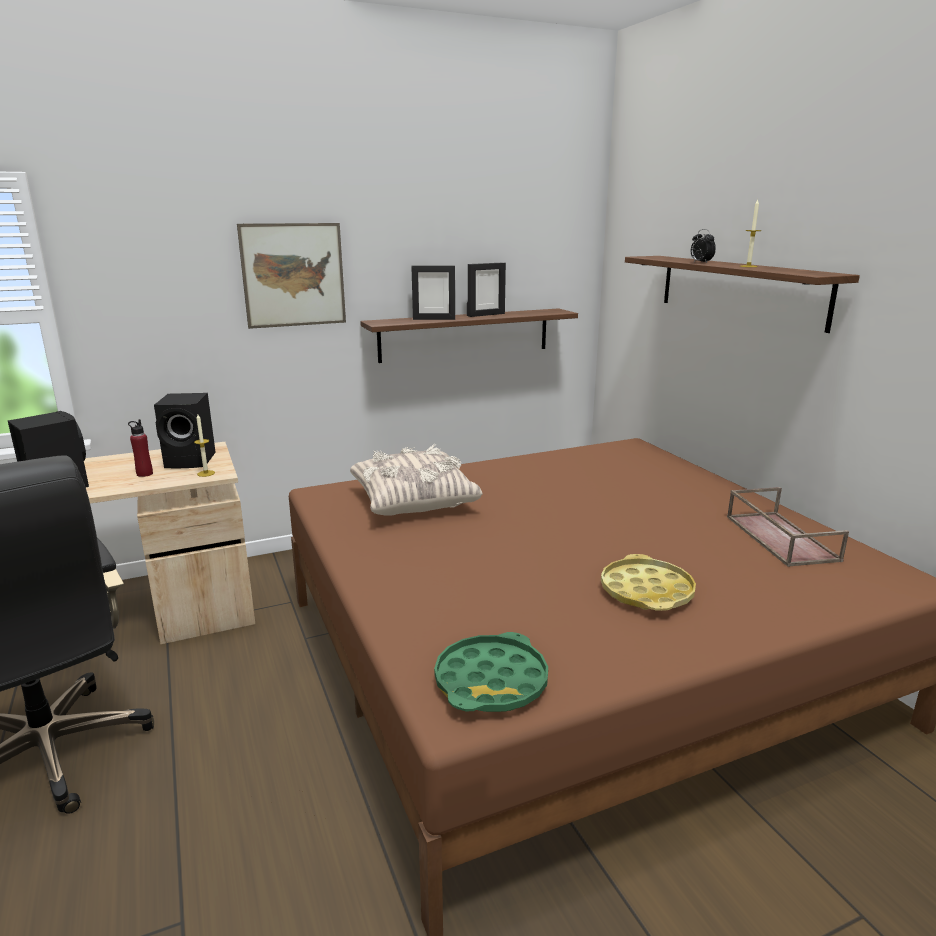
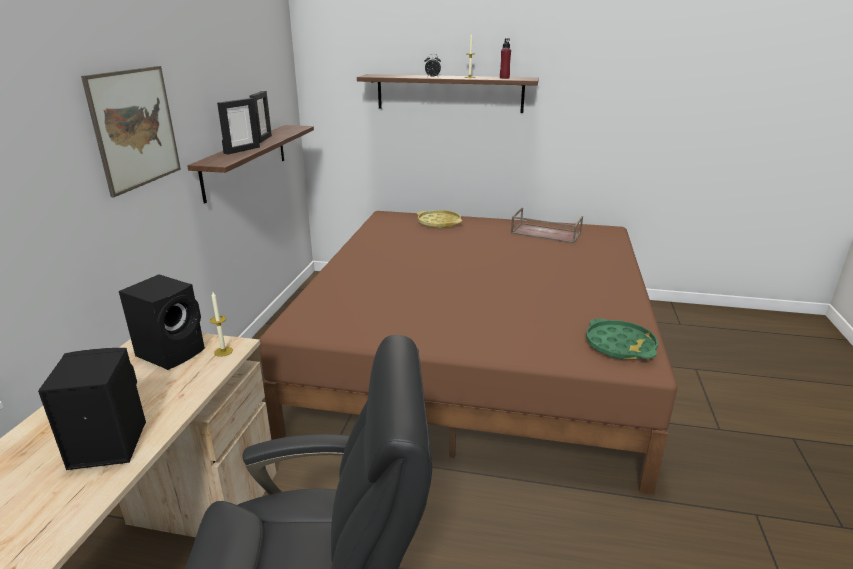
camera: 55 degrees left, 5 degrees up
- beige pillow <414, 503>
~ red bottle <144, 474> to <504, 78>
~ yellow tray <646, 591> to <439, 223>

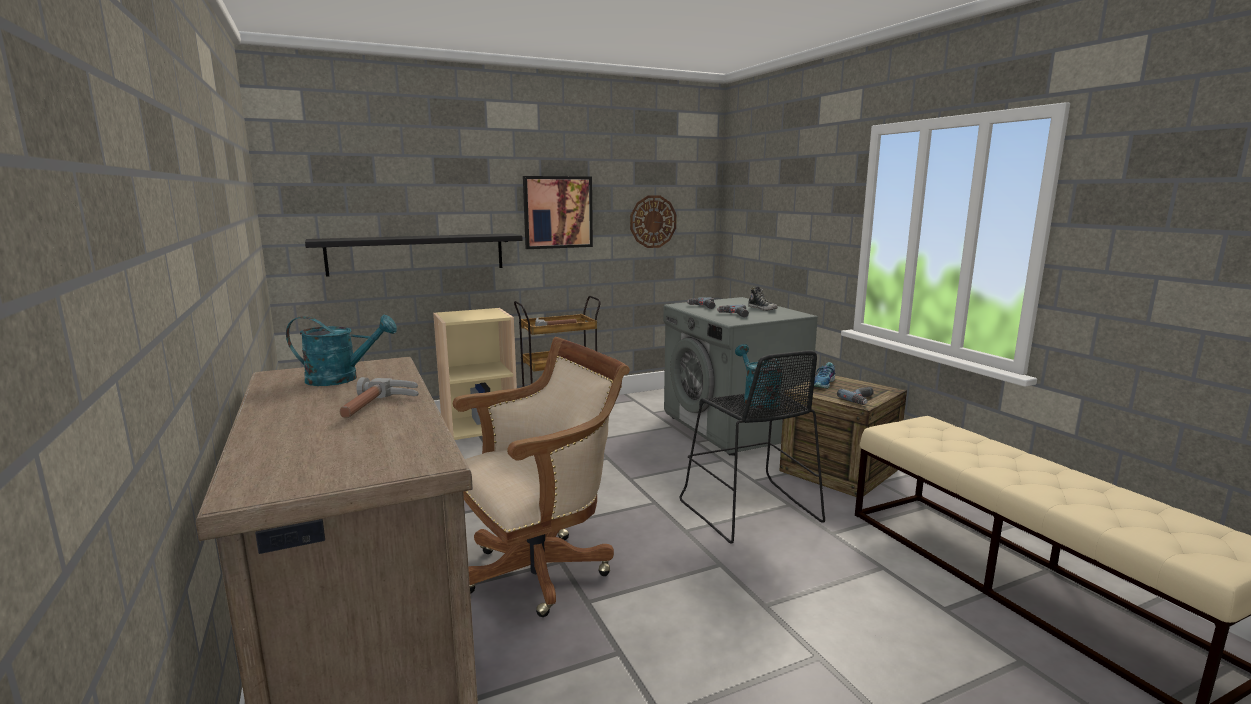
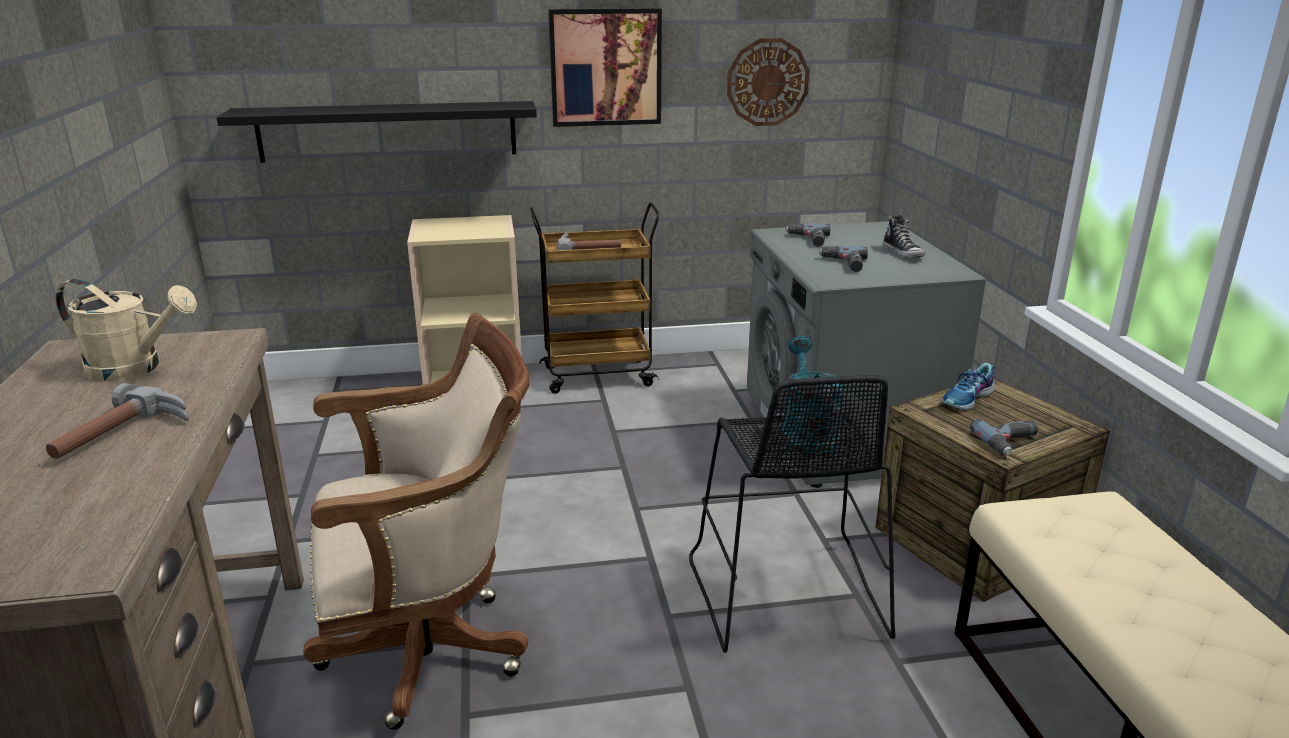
camera: 15 degrees right, 10 degrees up
~ turquoise watering can <342, 379> to beige watering can <135, 368>

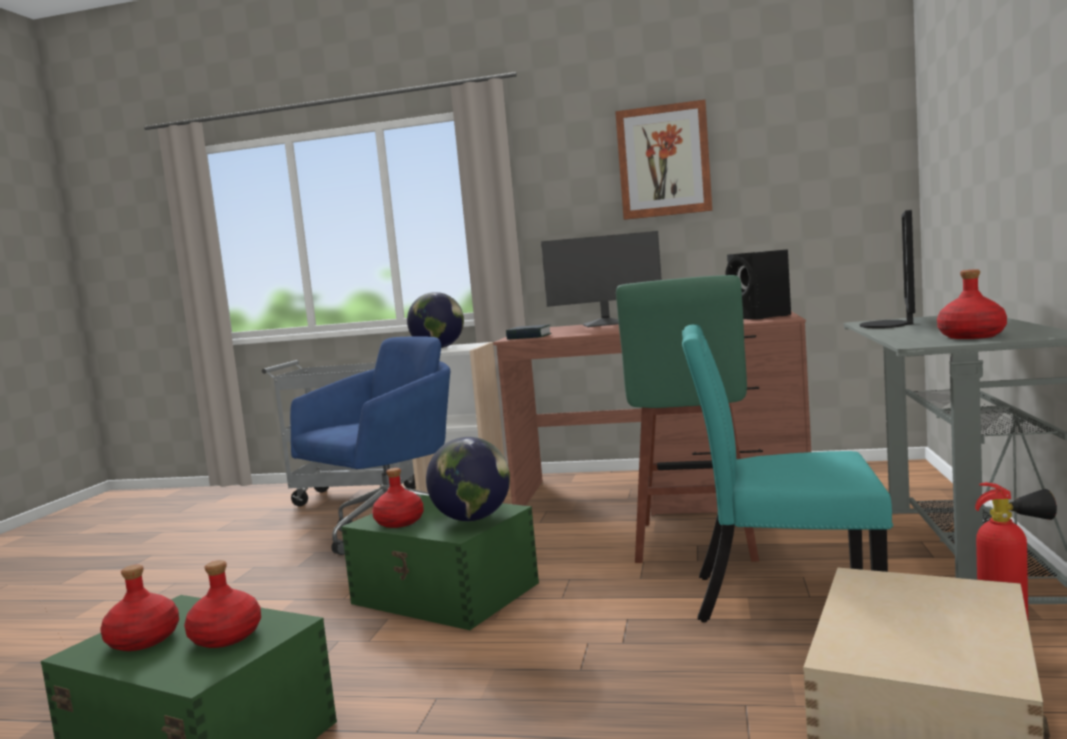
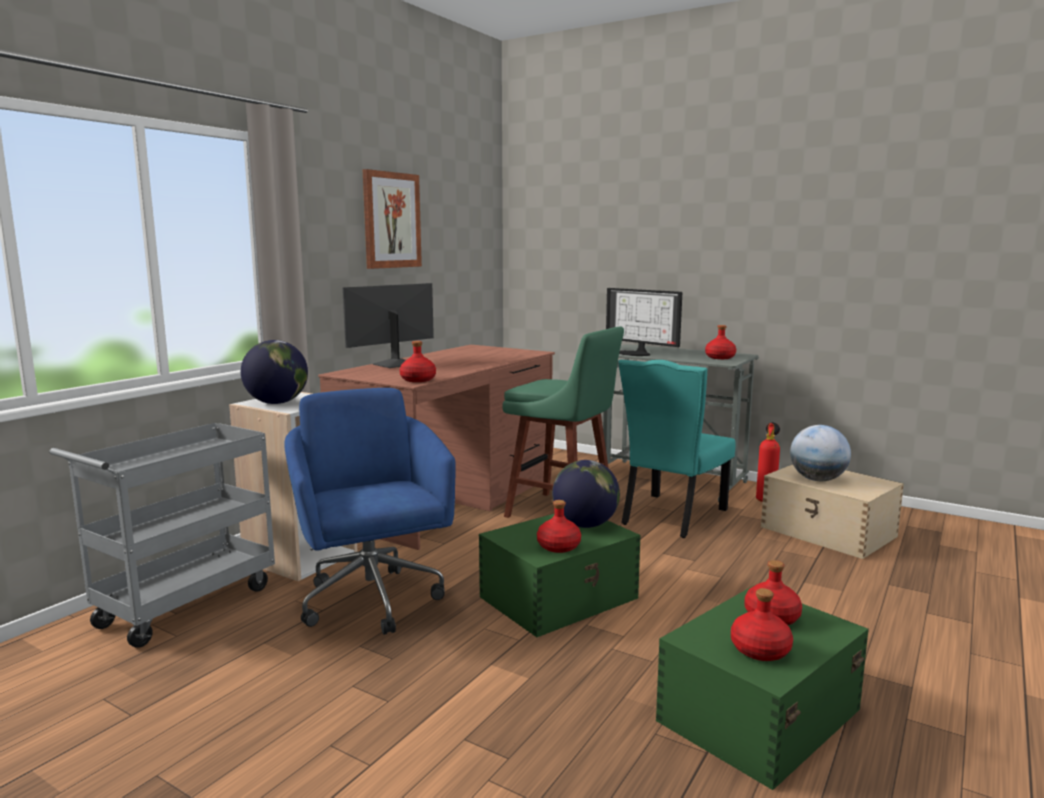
camera: 70 degrees left, 5 degrees up
- black speaker <761, 317>
+ globe <817, 480>
~ book <529, 337> to red bottle <418, 380>
~ monitor <605, 324> = <395, 364> 150 degrees counterclockwise

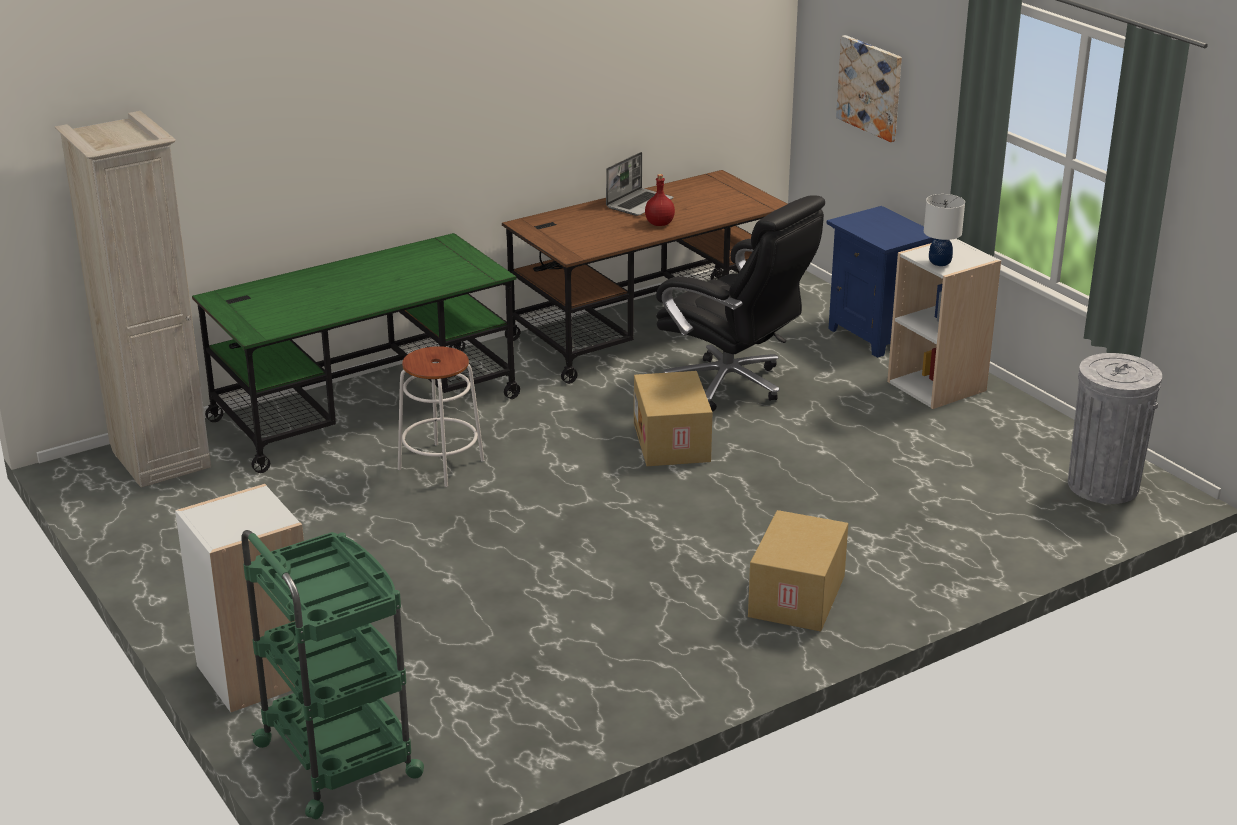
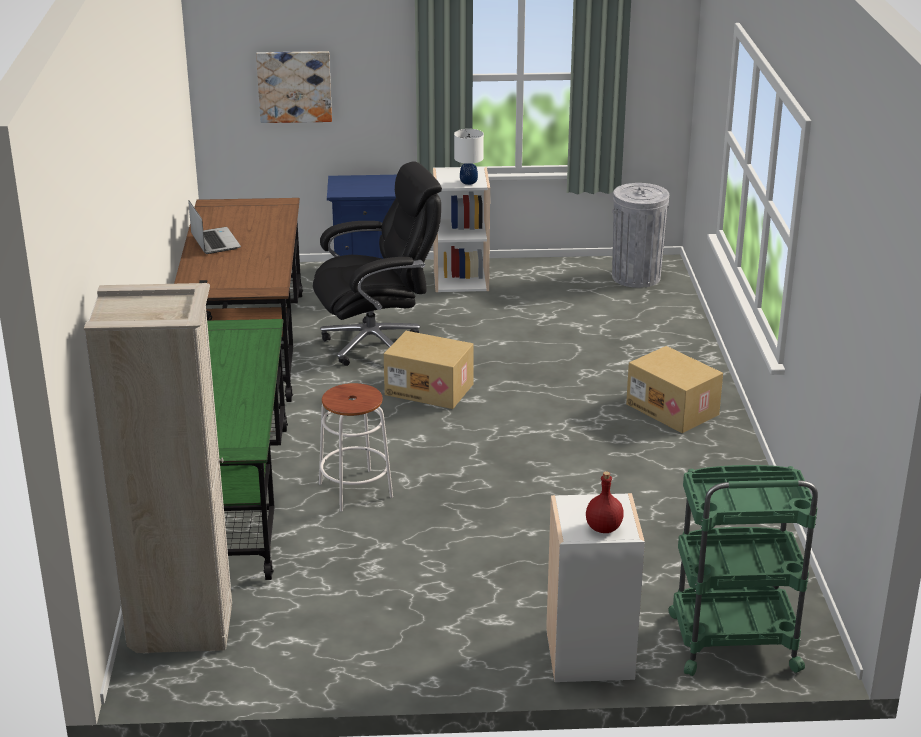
camera: 60 degrees left, 0 degrees up
~ red bottle <659, 223> to <603, 528>

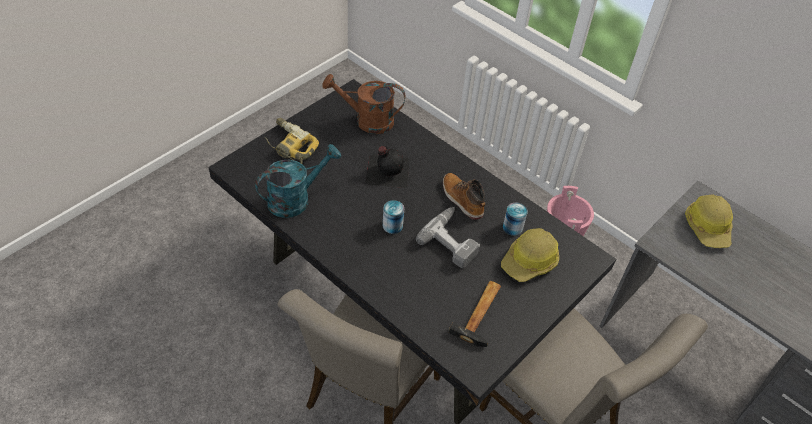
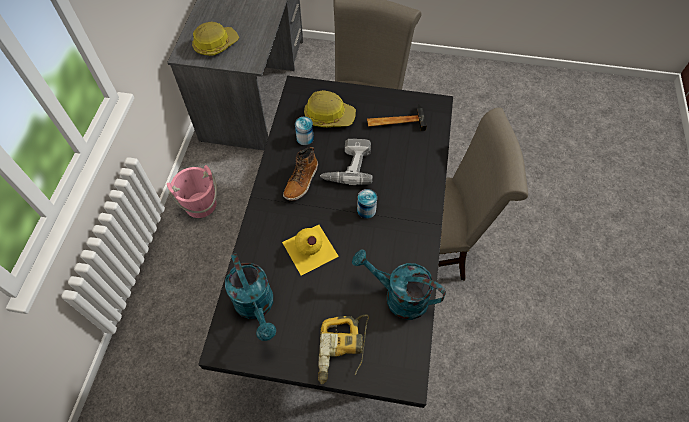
camera: 120 degrees left, 10 degrees up
~ brown watering can <367, 120> to turquoise watering can <256, 307>
~ black bottle <387, 170> to yellow bottle <309, 250>

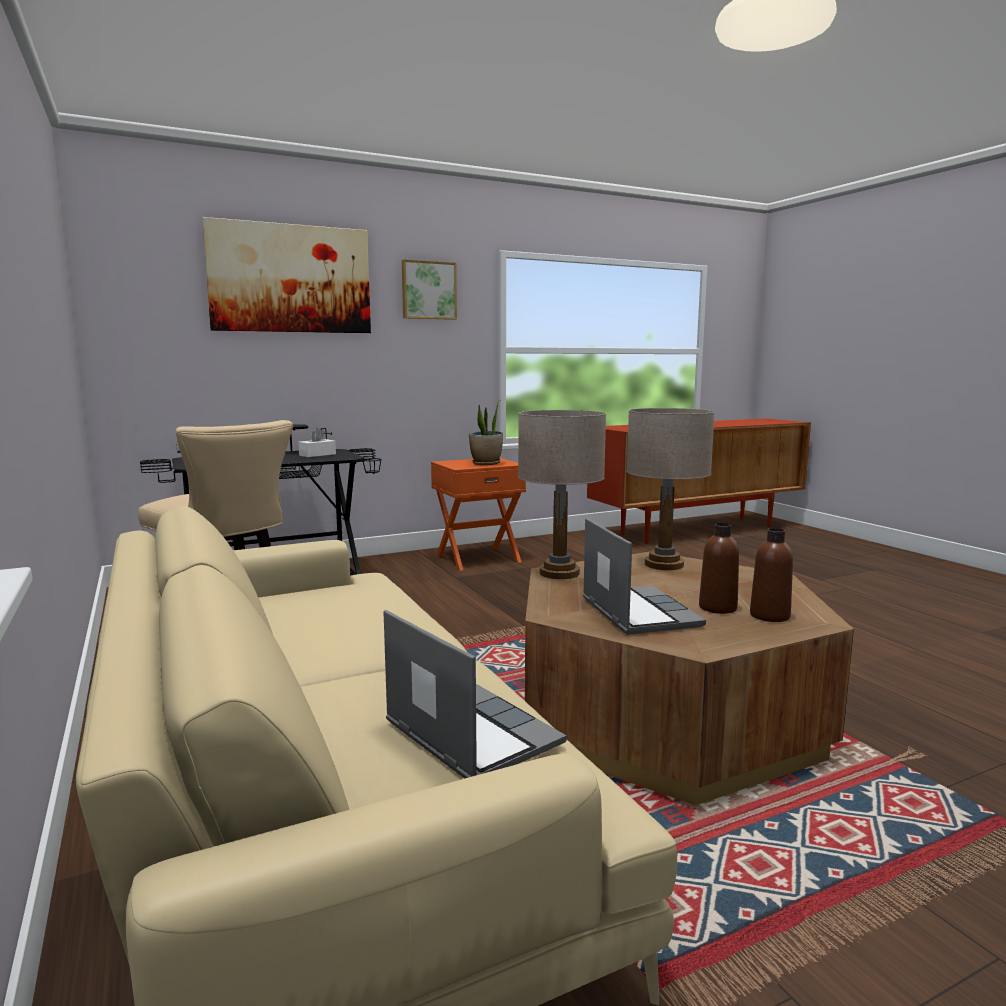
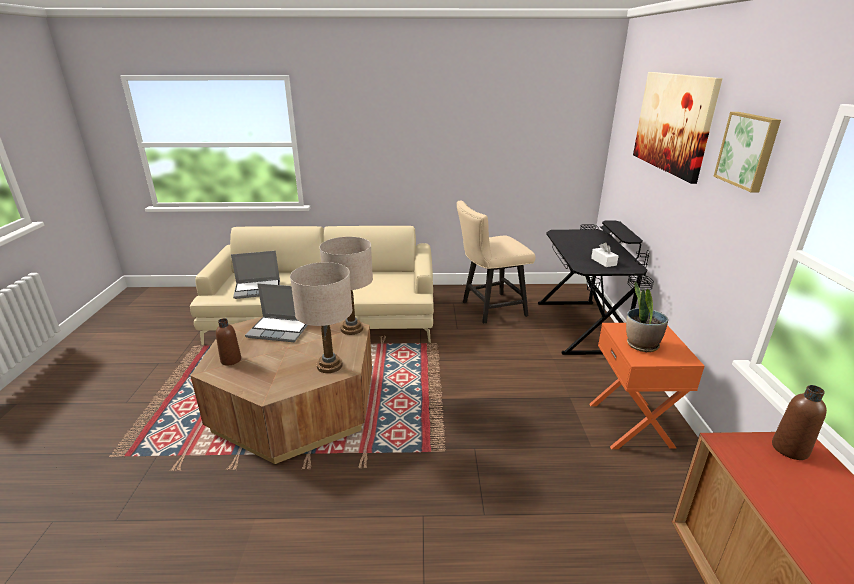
camera: 115 degrees right, 15 degrees up
~ brown bottle <717, 608> to <790, 449>

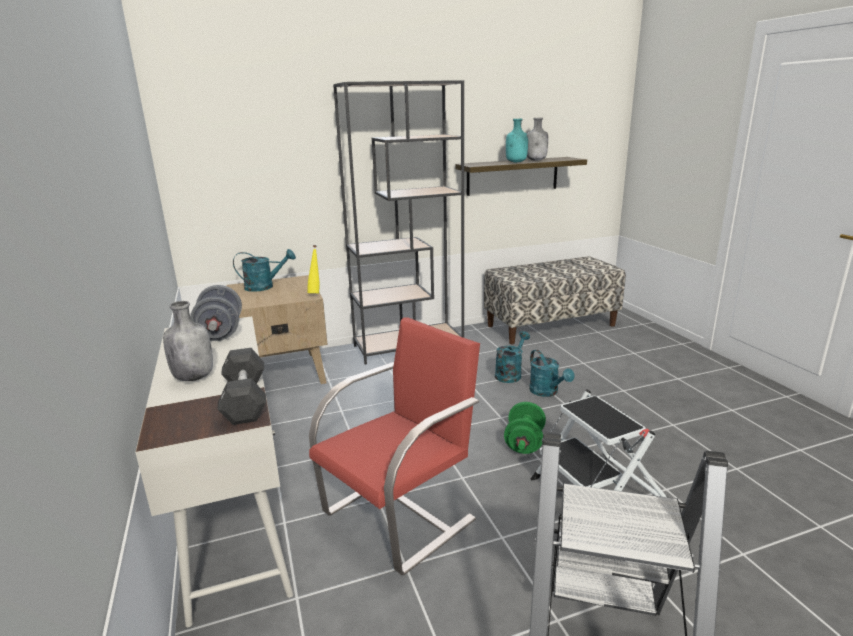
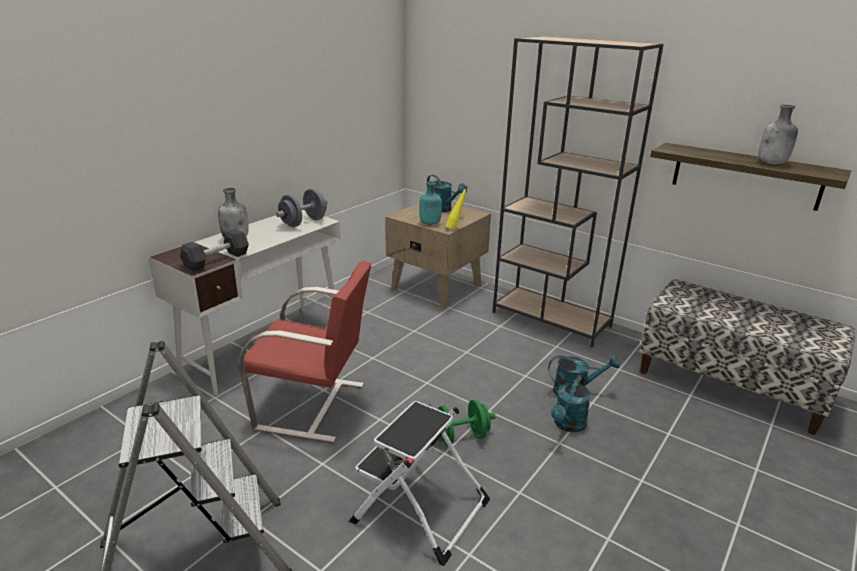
camera: 55 degrees right, 5 degrees up
~ turquoise bottle <516, 162> to <430, 223>

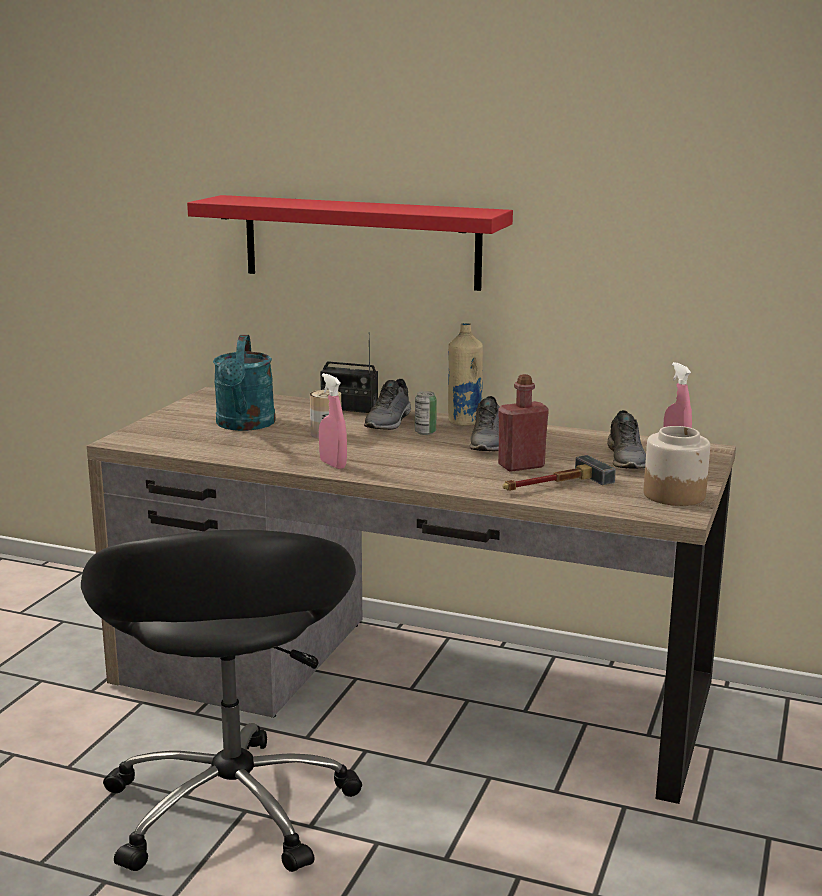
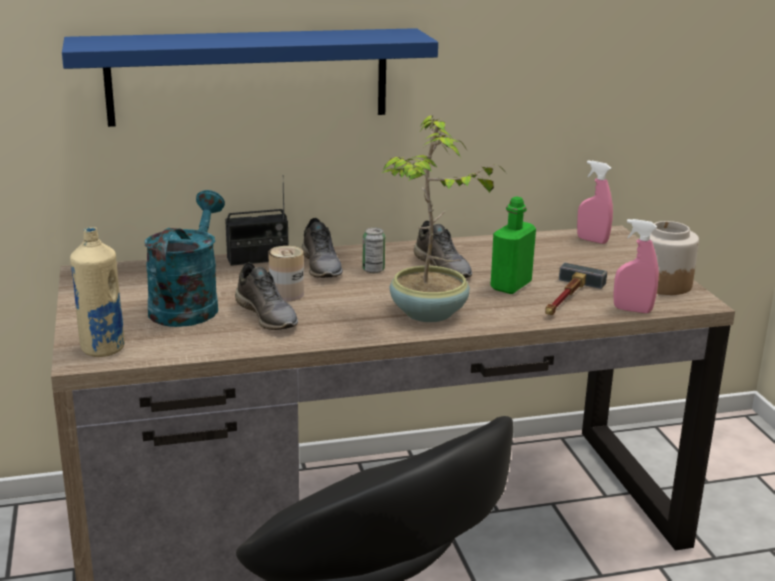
camera: 35 degrees left, 5 degrees up
+ potted plant <429, 314>
~ pink spray bottle <333, 464> to <632, 310>
~ beige bottle <464, 422> to <102, 349>
~ grey shoe <627, 459> to <268, 315>
~ red shelf <361, 242> to blue shelf <249, 76>
~ red bottle <521, 466> to green bottle <510, 286>
~ turquoise watering can <244, 425> = <188, 304> 135 degrees counterclockwise

